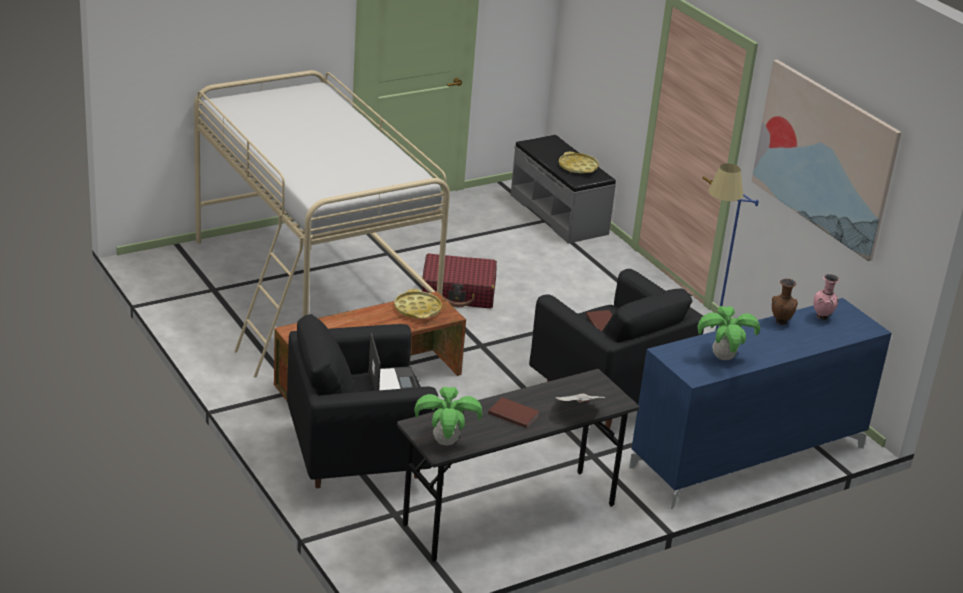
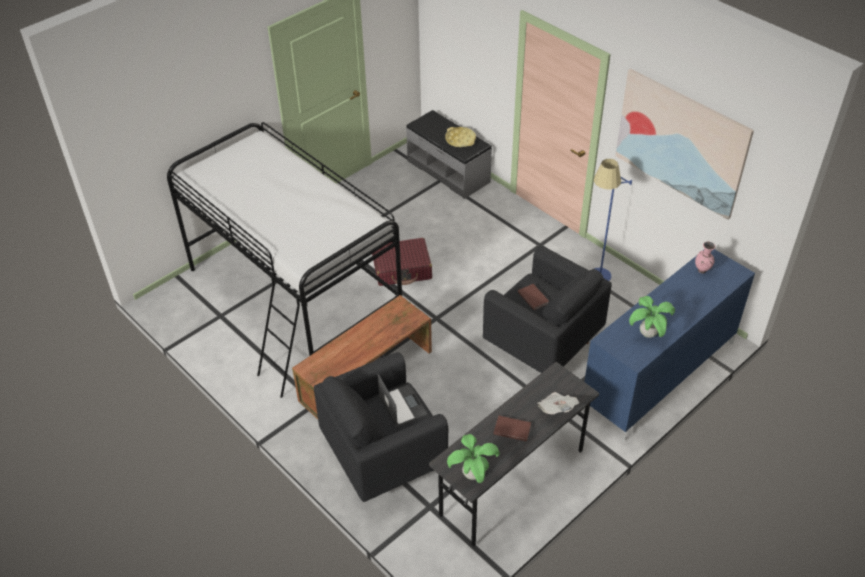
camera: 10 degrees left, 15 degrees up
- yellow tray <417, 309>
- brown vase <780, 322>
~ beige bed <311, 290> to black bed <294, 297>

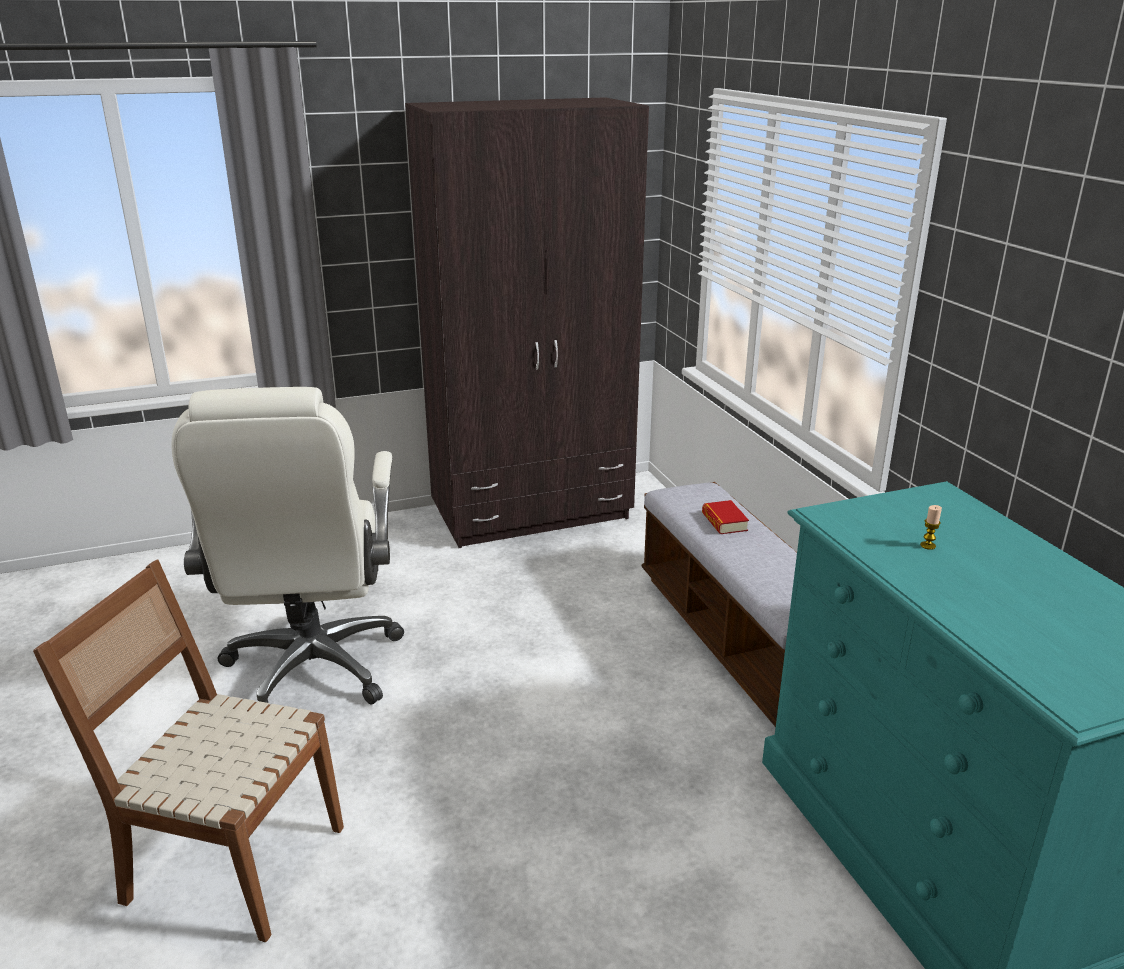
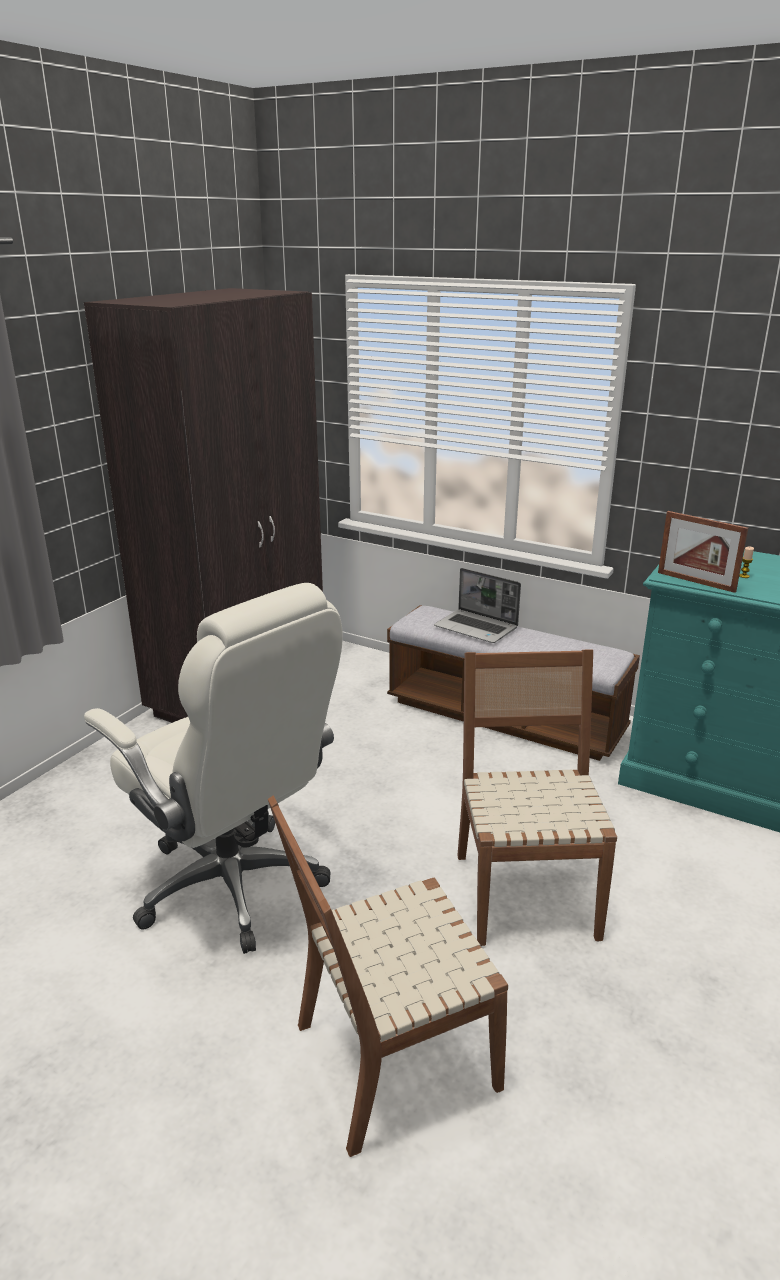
camera: 40 degrees left, 0 degrees up
+ chair <526, 890>
+ picture frame <696, 582>
~ book <724, 522> to laptop <477, 628>

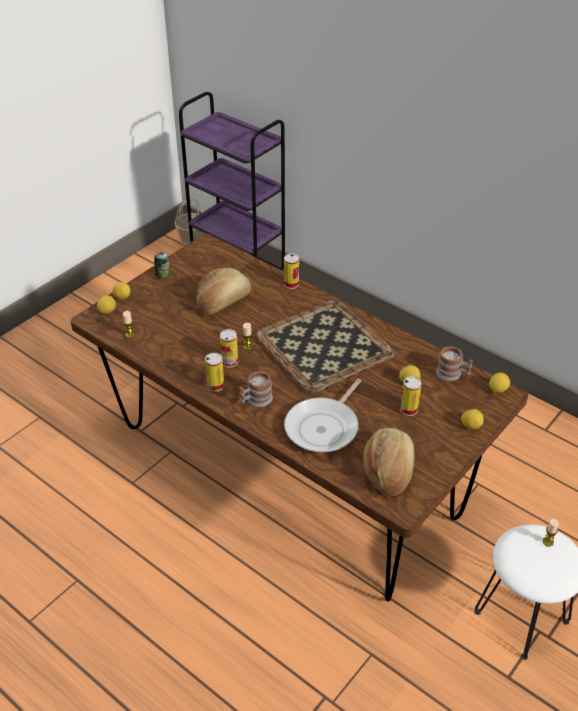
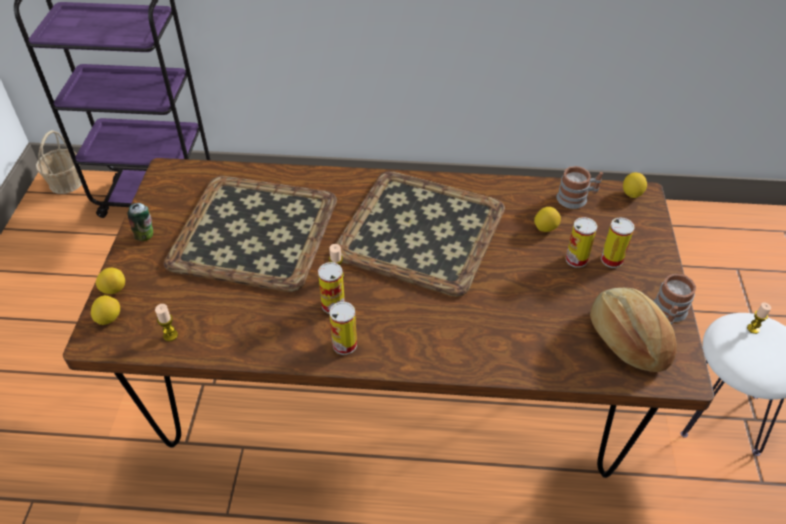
camera: 35 degrees left, 5 degrees up
- frying pan <324, 427>
- lemon <471, 426>
~ mug <255, 400> to <669, 313>
~ can <291, 284> to <611, 259>
~ bread <223, 302> to tray <255, 233>

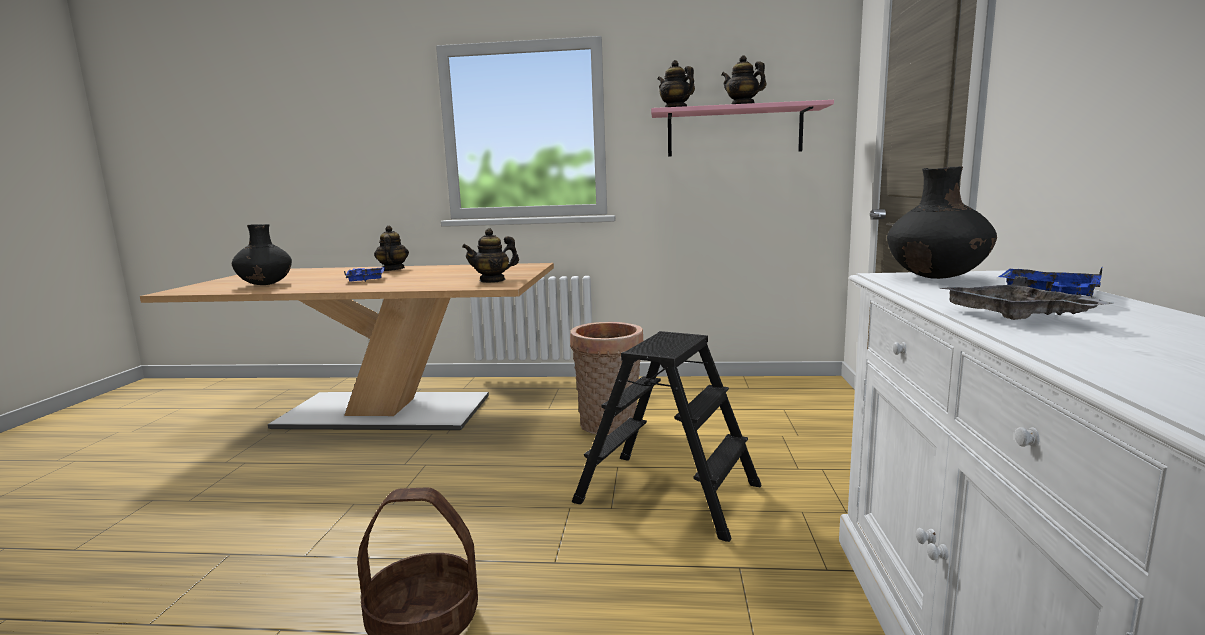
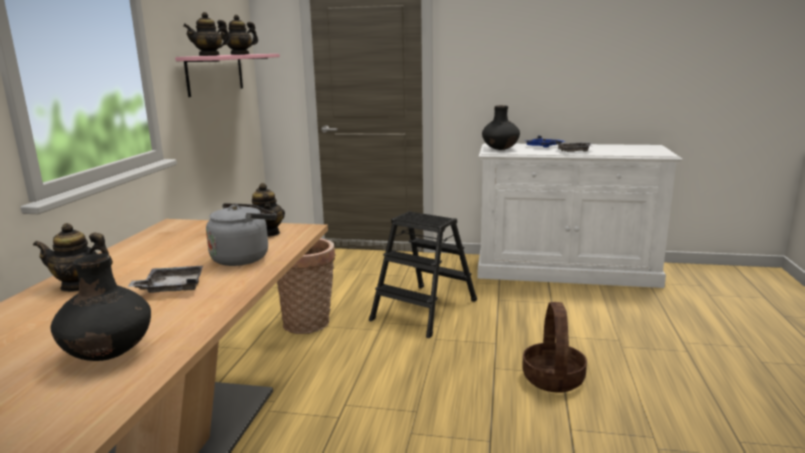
camera: 85 degrees left, 5 degrees up
+ grey kettle <243, 258>
~ blue tray <366, 280> to grey tray <171, 288>

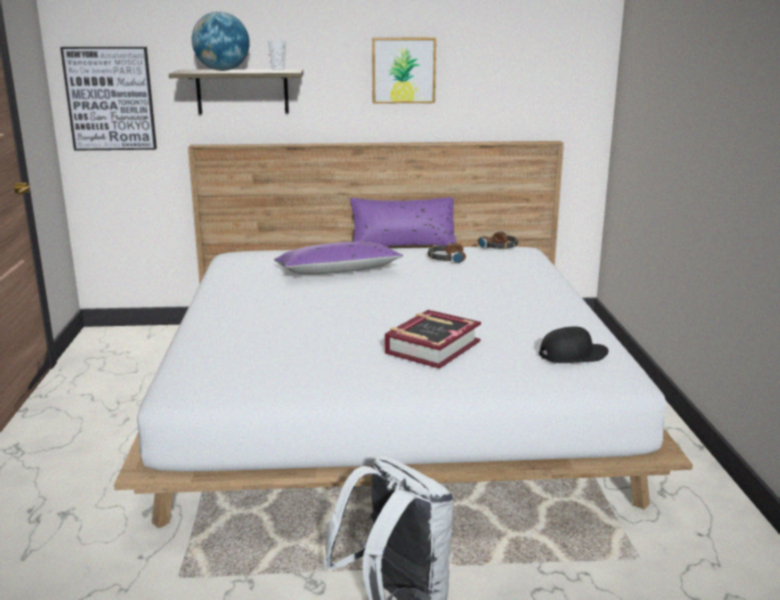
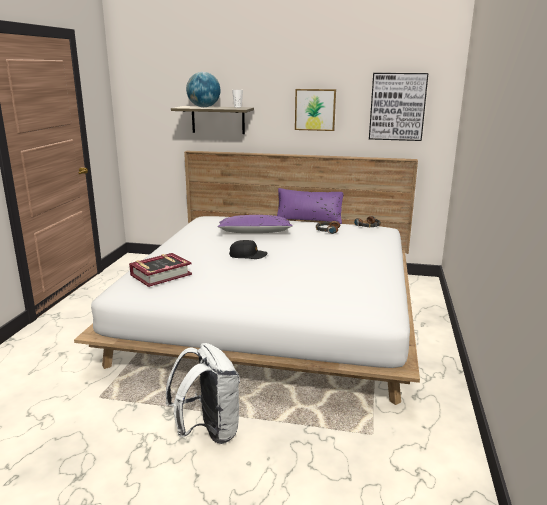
camera: 15 degrees right, 0 degrees up
~ picture <110, 98> to <397, 107>
~ book <432, 347> to <161, 274>
~ black cap <573, 355> to <248, 255>

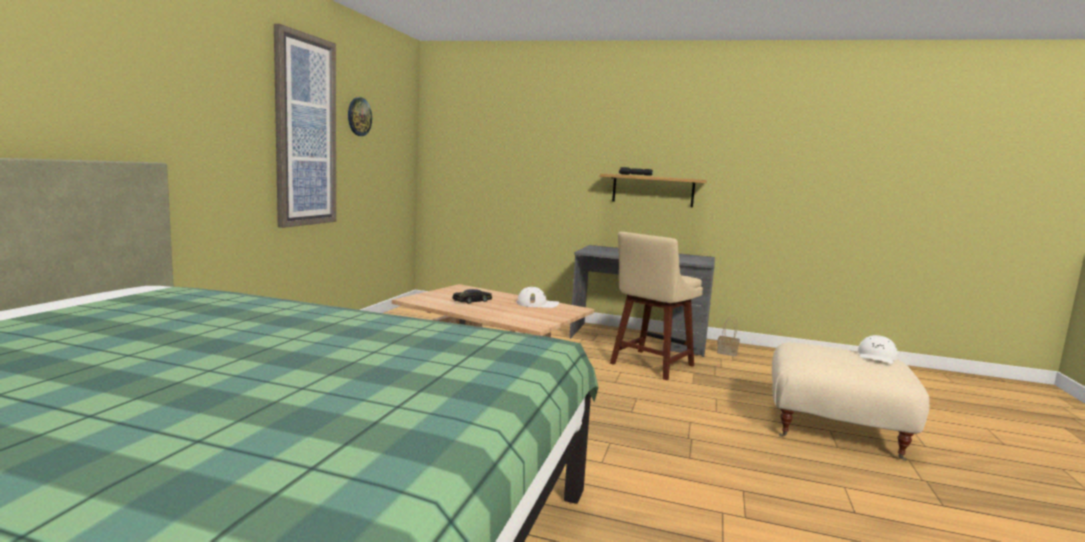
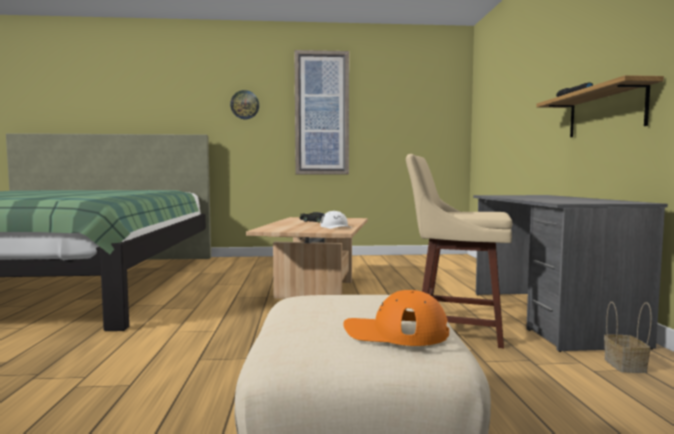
camera: 70 degrees right, 5 degrees down
~ wall clock <359, 116> to <245, 105>
~ white cap <876, 356> to orange cap <395, 332>

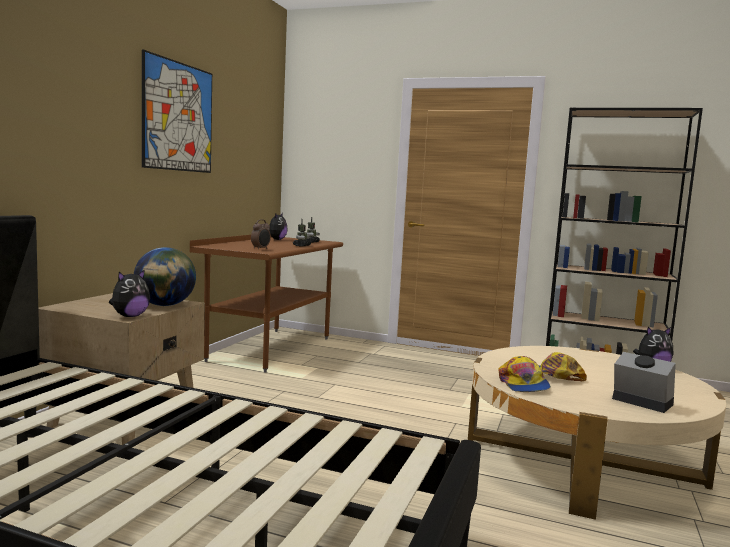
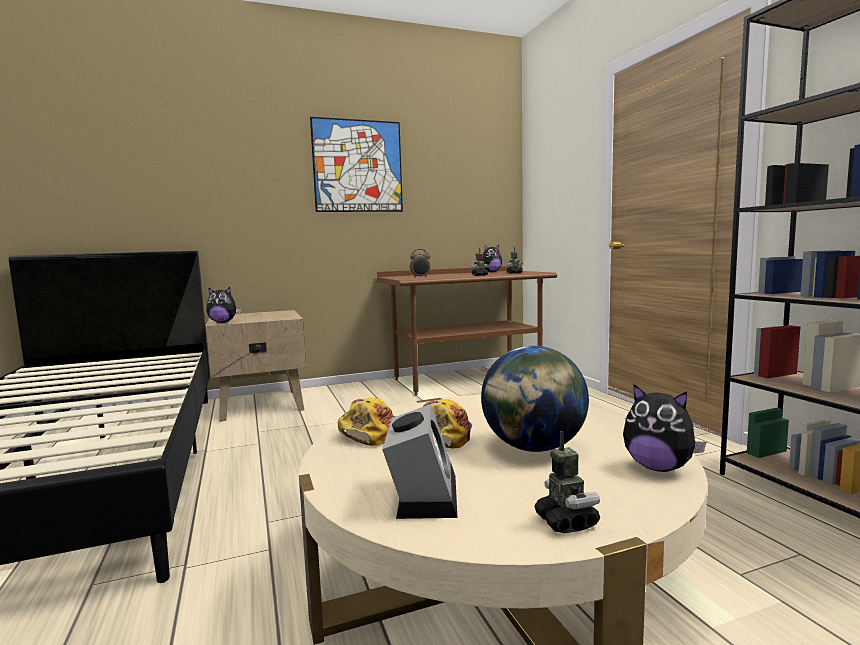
camera: 50 degrees right, 0 degrees up
+ toy robot <566, 522>
~ globe <165, 305> to <533, 448>
~ cap <523, 384> = <370, 431> 150 degrees clockwise

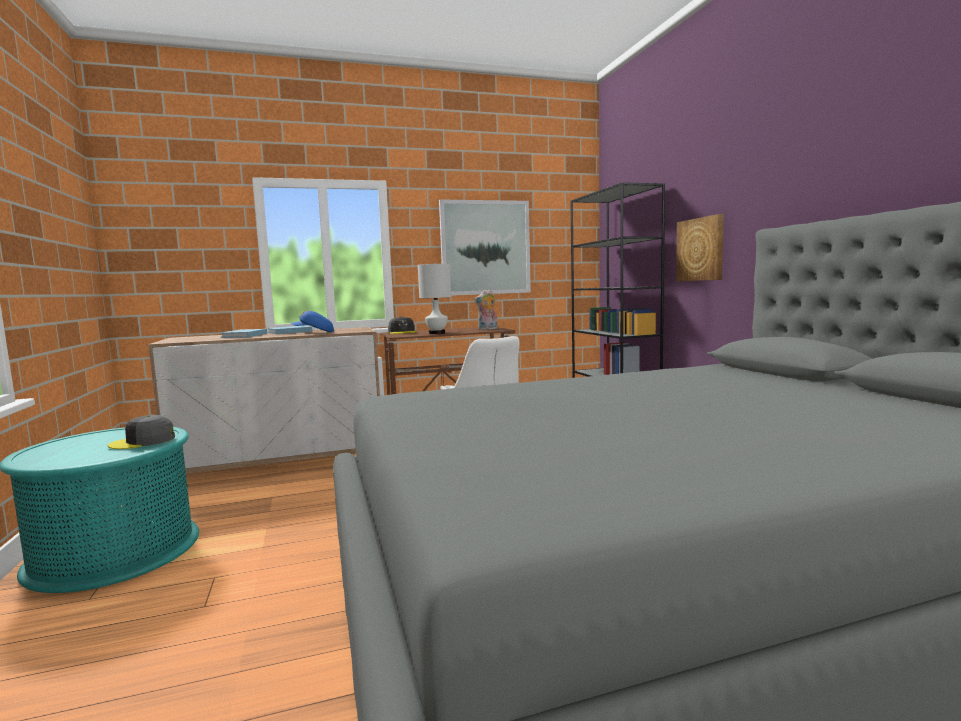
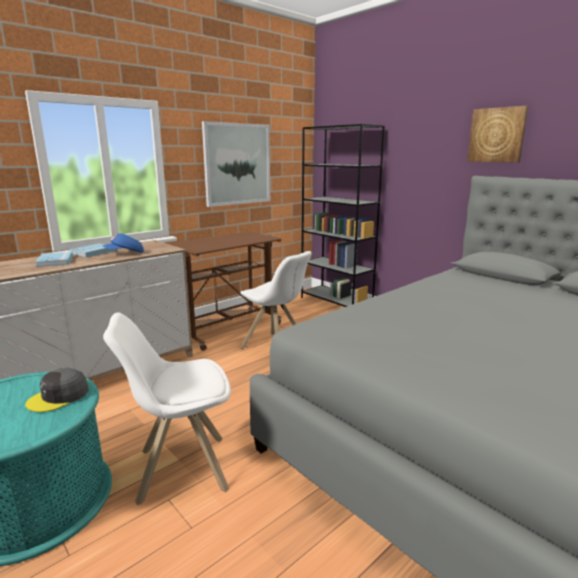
camera: 25 degrees left, 10 degrees up
- grey cap <402, 332>
- white table lamp <436, 333>
- plush toy <487, 329>
+ white chair <182, 469>
~ picture <700, 249> to <497, 135>

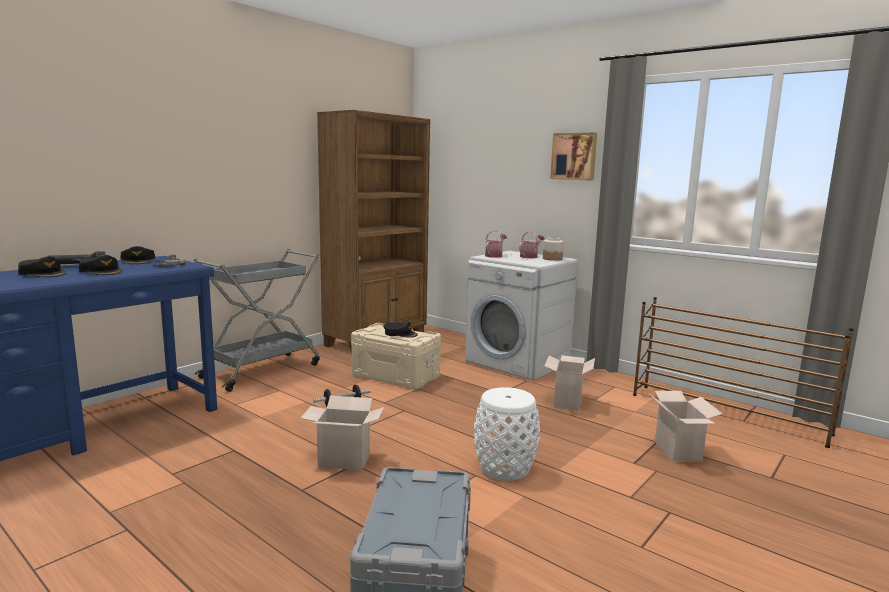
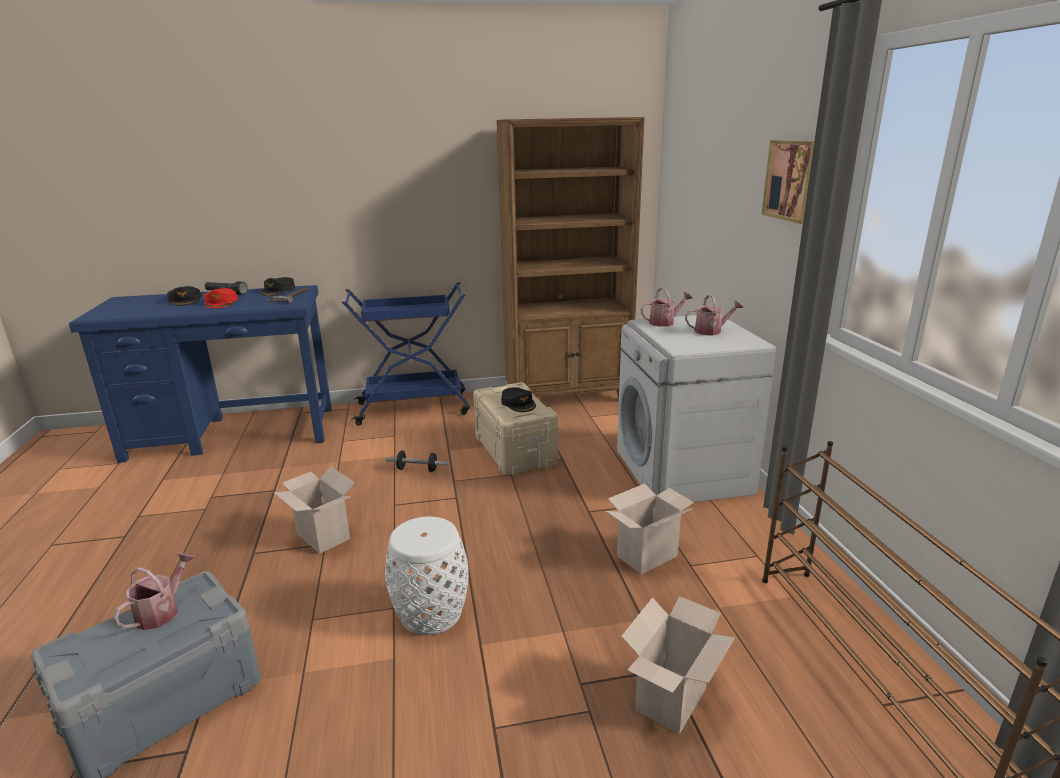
camera: 40 degrees right, 10 degrees up
- jar <552, 259>
+ watering can <162, 611>
~ black cap <101, 271> to red cap <221, 303>
~ grey cart <262, 371> to blue cart <413, 409>

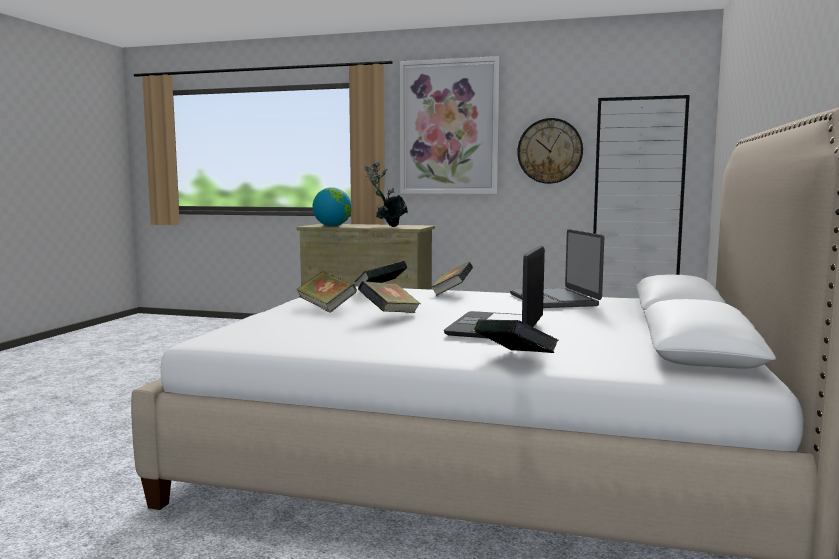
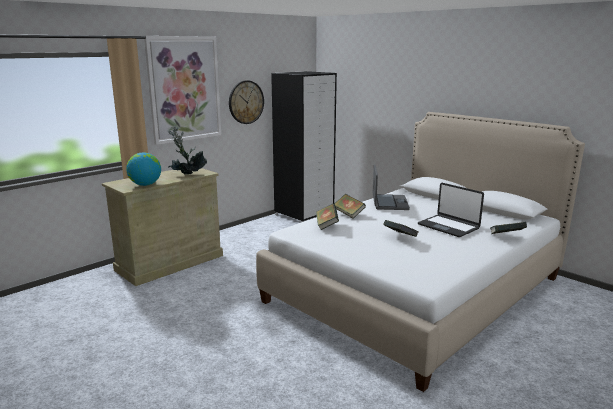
camera: 60 degrees left, 10 degrees up
- book <326, 308>
~ laptop <554, 300> = <389, 203> 105 degrees counterclockwise

